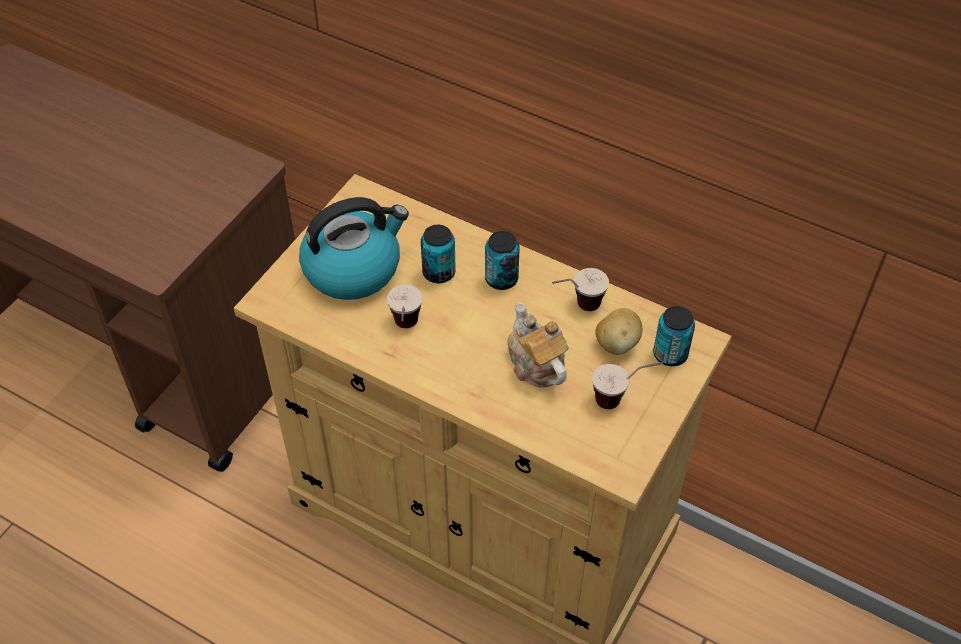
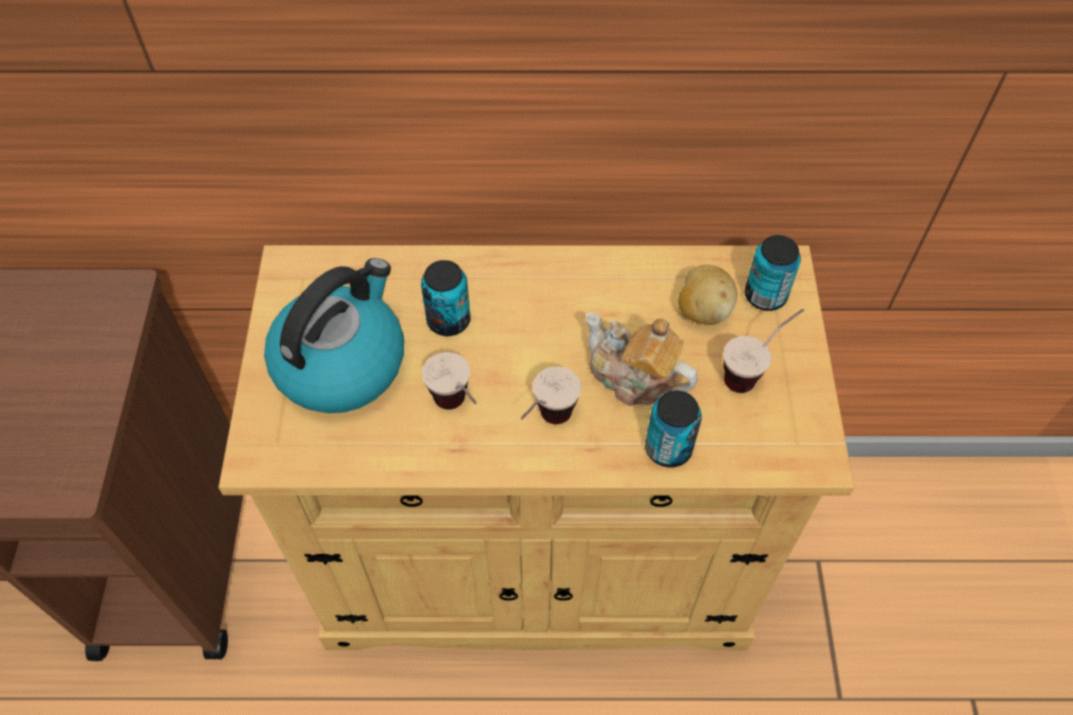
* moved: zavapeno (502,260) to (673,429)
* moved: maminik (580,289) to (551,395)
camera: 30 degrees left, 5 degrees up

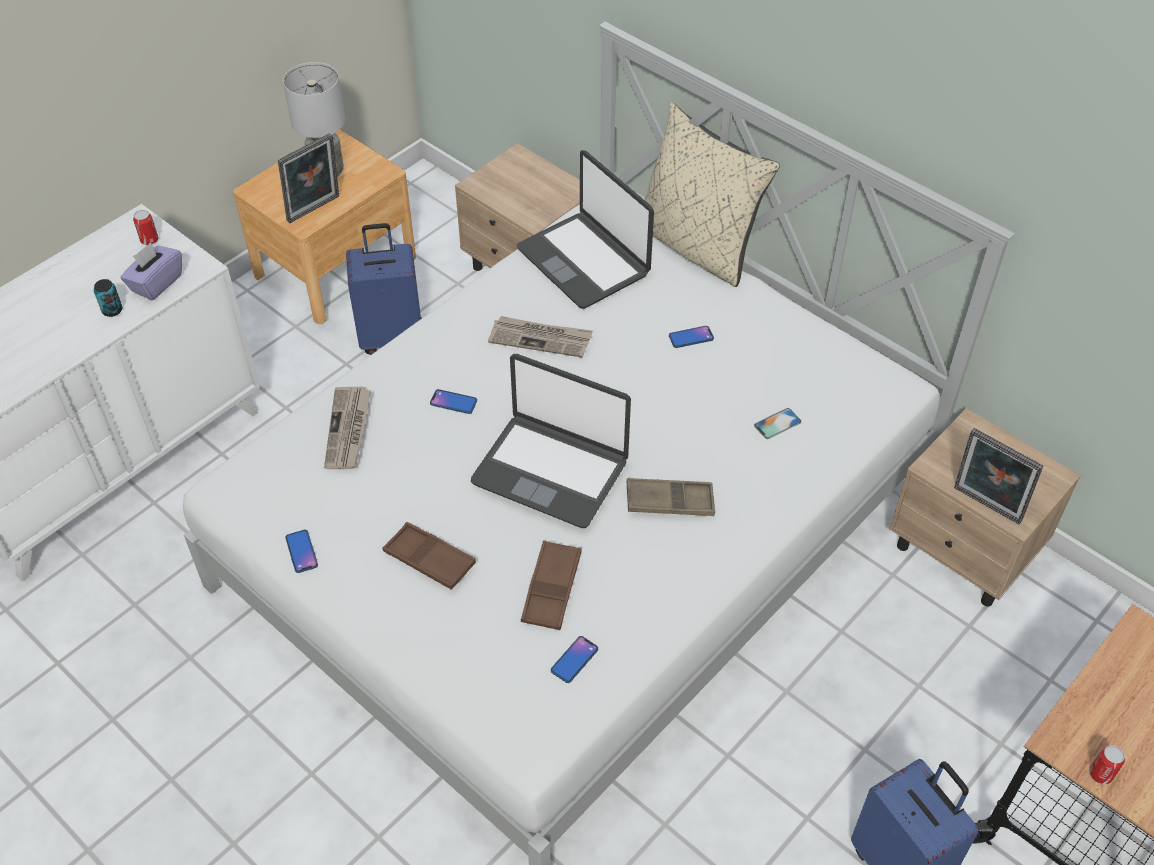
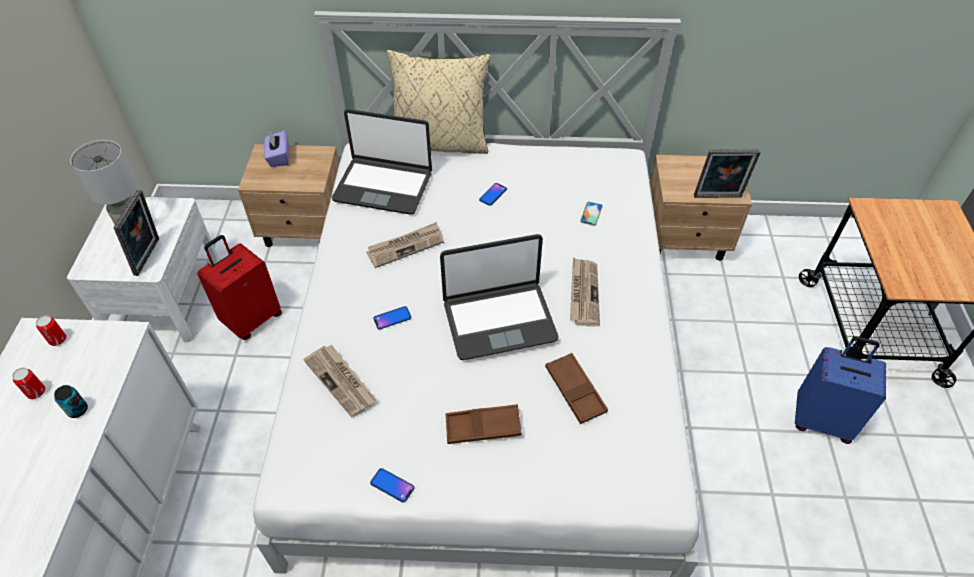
* moved: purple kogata (151,271) to (276,148)
* recoloured: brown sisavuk (324,227) to white sisavuk (143,269)
* recoloured: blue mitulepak (384,289) to red mitulepak (239,287)
* removed: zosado (574,659)
* replaced: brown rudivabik (671,497) to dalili (585,292)
* moved: zavapeno (1107,764) to (28,383)
camera: 40 degrees left, 0 degrees up

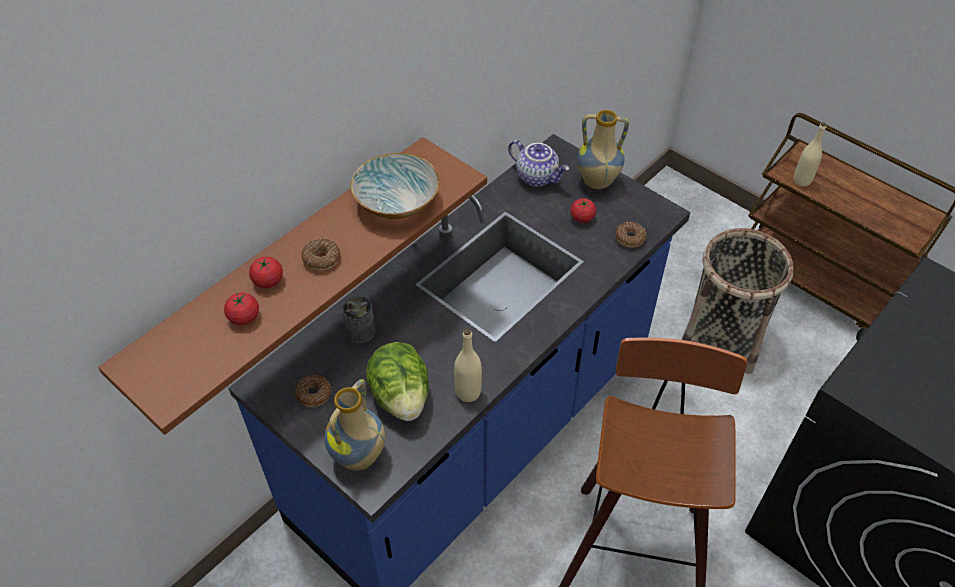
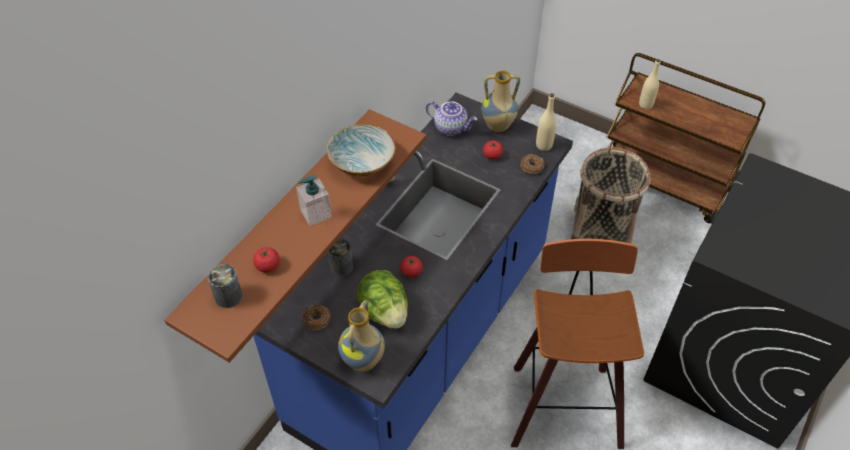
* moved: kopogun (266,272) to (411,267)
* replaced: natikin (321,255) to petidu (314,200)
* moved: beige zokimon (468,365) to (546,122)
* added: zavapeno (225,286)
camera: 10 degrees left, 0 degrees up

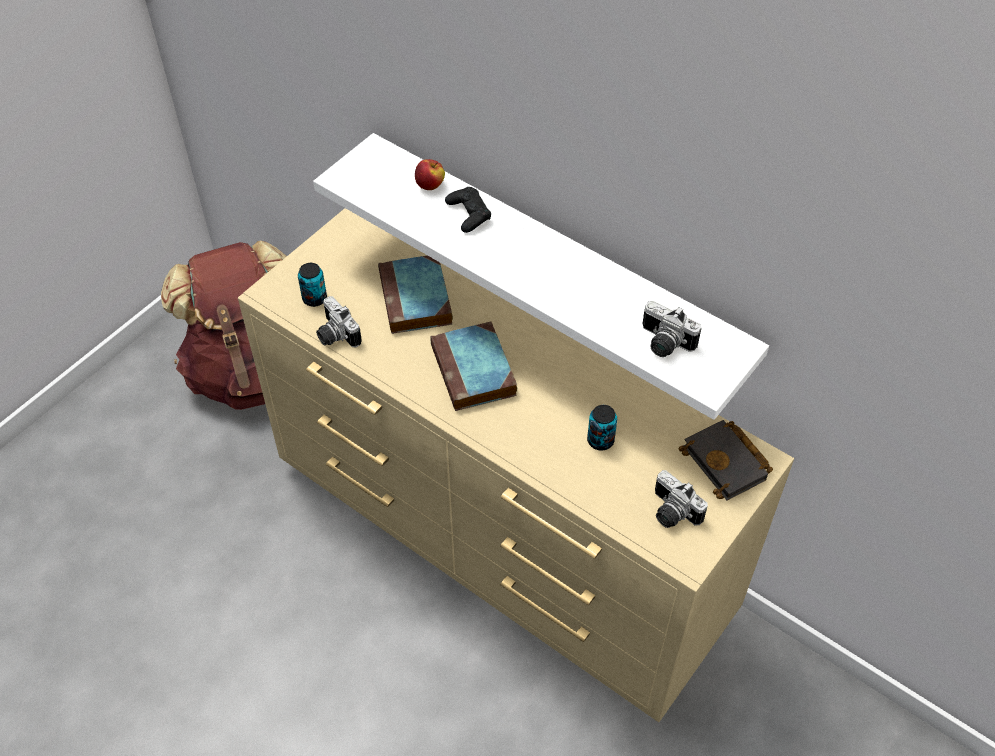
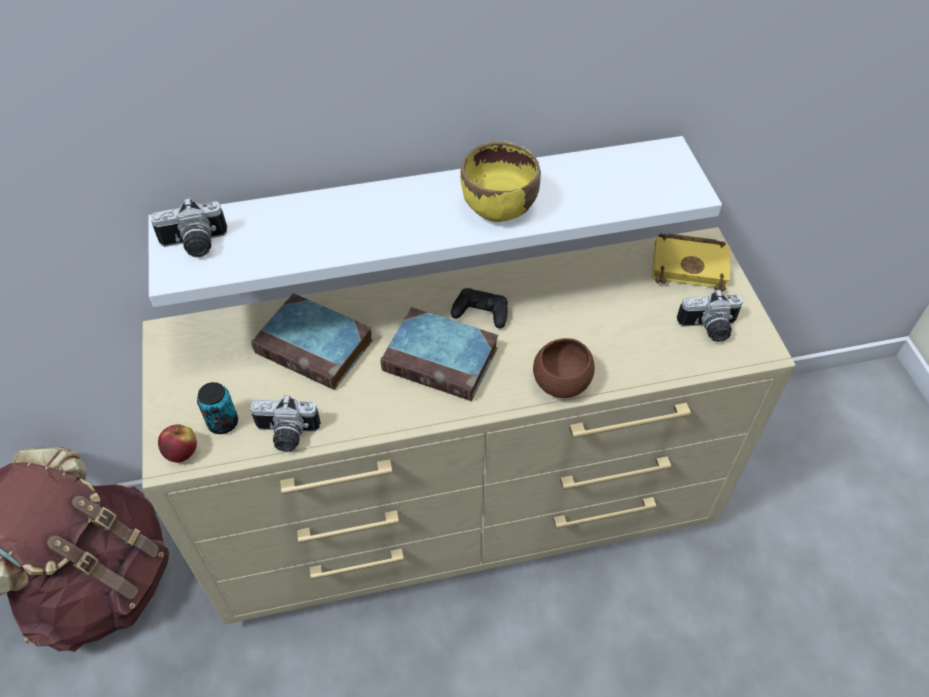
* moved: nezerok (430,174) to (177,443)
* moved: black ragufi (468,210) to (479,308)
* removed: zavapeno (602,428)
* moved: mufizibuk (672,329) to (189,227)
* recoloured: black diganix (726,460) to yellow diganix (691,262)
* added: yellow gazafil (500,181)
* added: brown gazafil (564,368)
camera: 50 degrees left, 0 degrees up

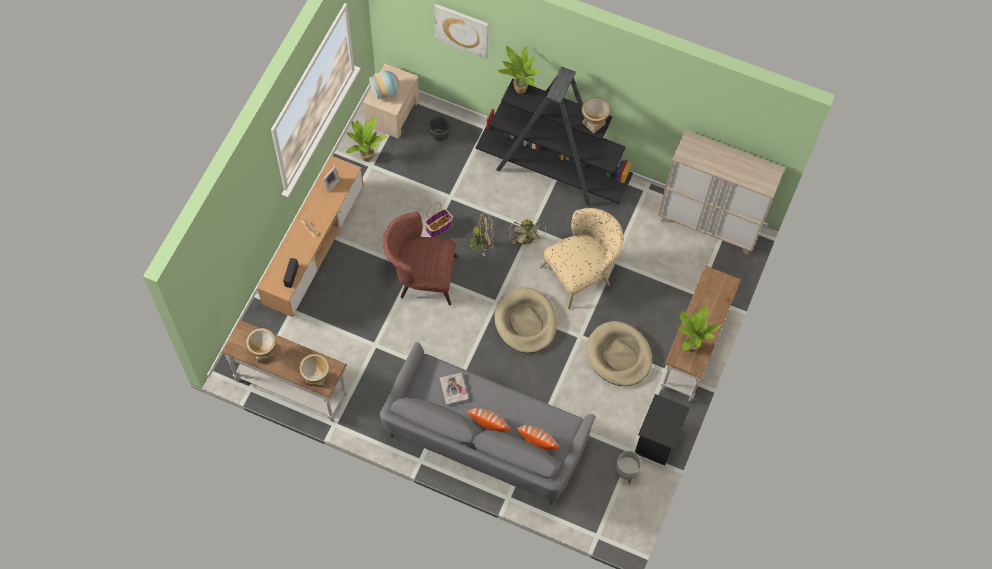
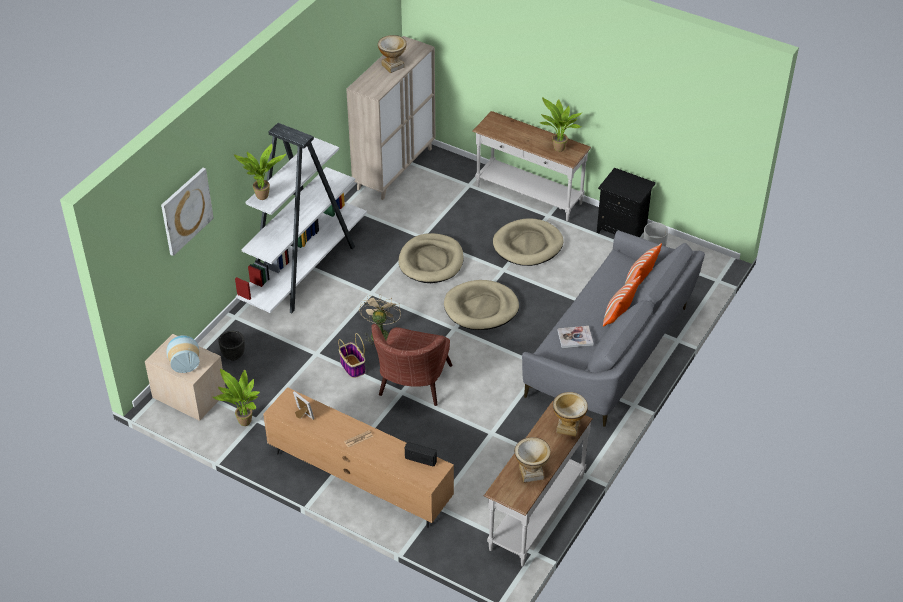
* recoloured: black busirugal (554,136) to white busirugal (301,218)
* removed: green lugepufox (527,232)
* replaced: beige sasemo (581,258) to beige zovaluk (431,258)
* moved: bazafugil (596,115) to (392,54)
camera: 80 degrees left, 20 degrees down

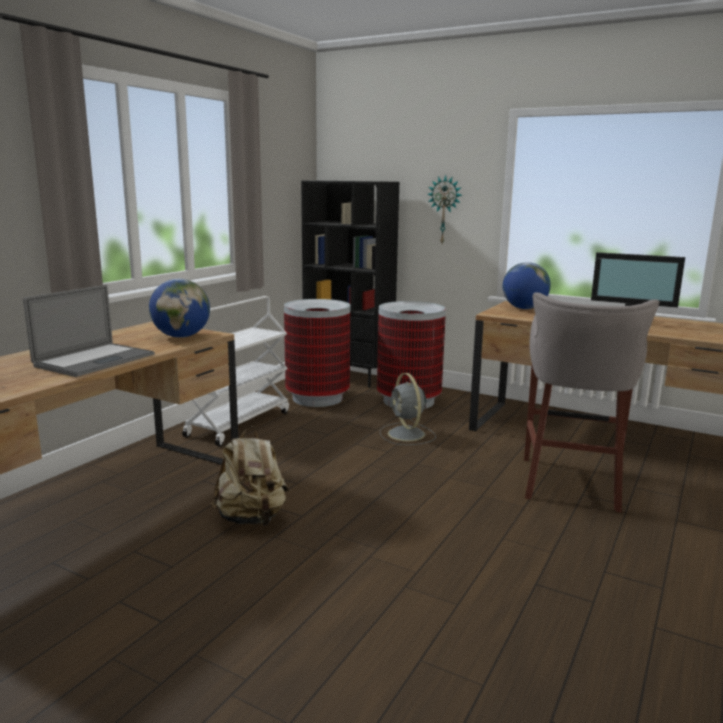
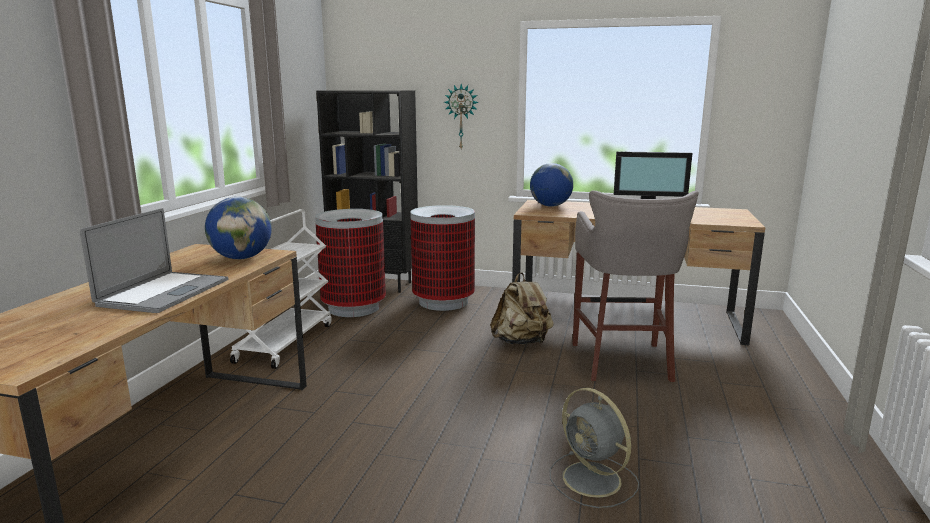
* moved: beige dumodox (249,476) to (522,308)
* moved: grey lugepufox (408,409) to (594,448)
camera: 15 degrees left, 0 degrees up

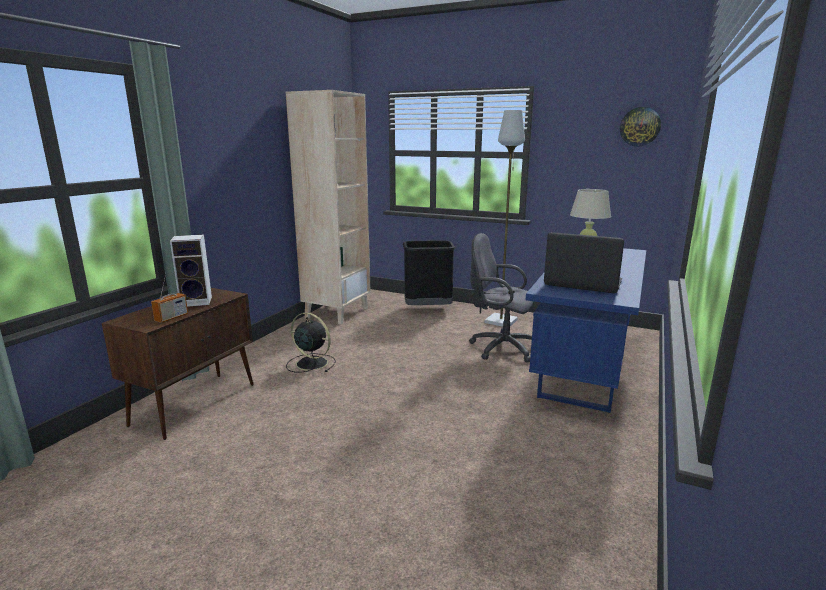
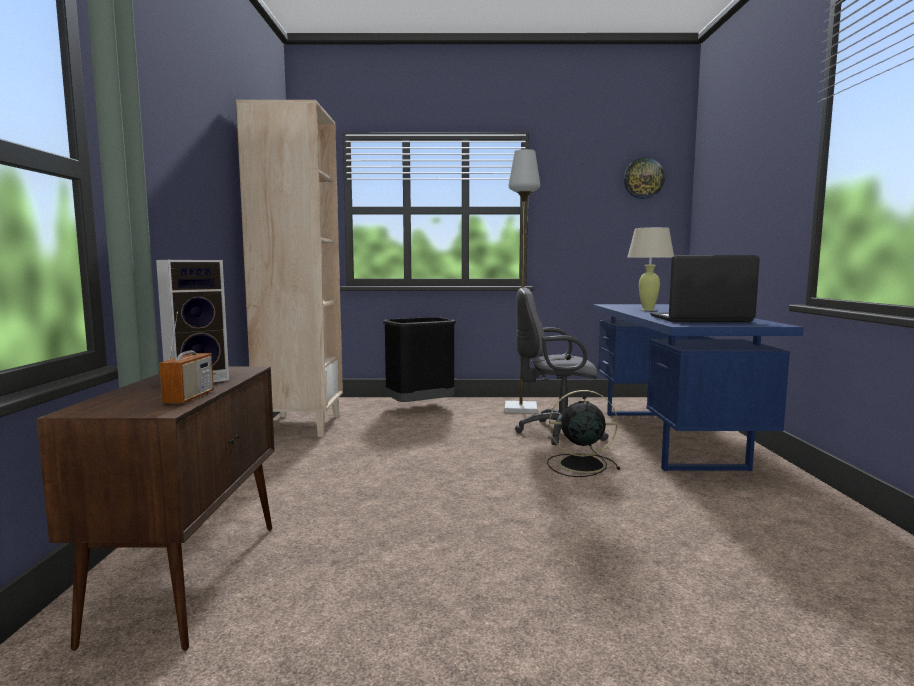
* moved: black lugepufox (311,342) to (583,433)
camera: 25 degrees left, 10 degrees down

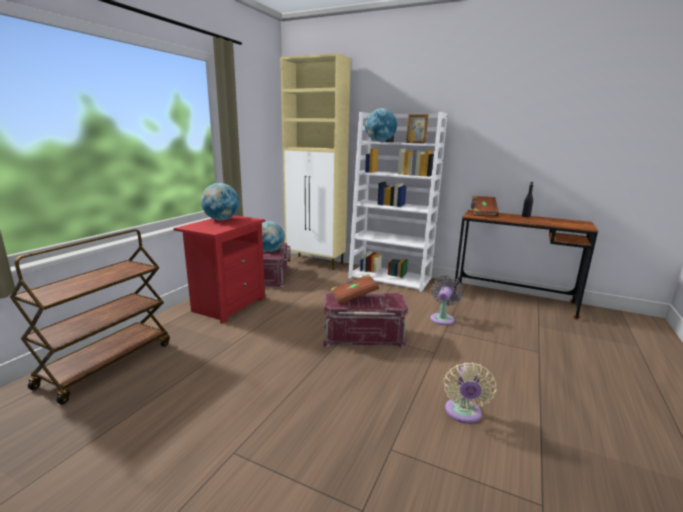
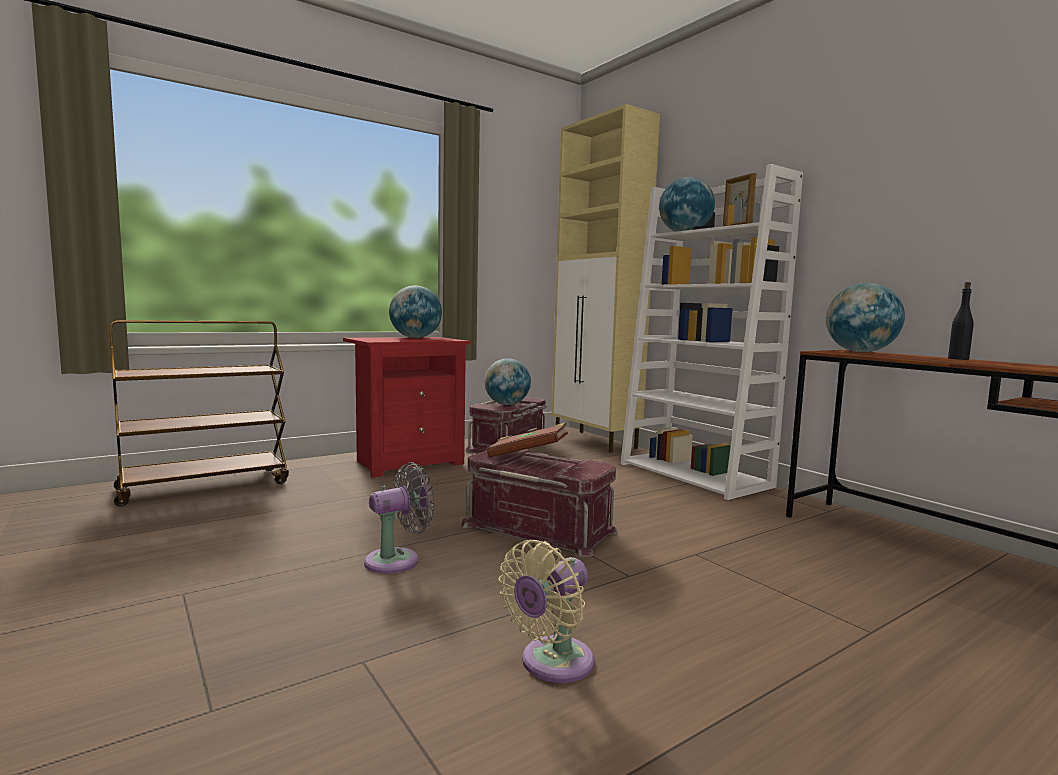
* moved: grey lugepufox (447,300) to (399,518)
* replaced: brown diganix (485,205) to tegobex (865,317)
camera: 30 degrees right, 10 degrees down

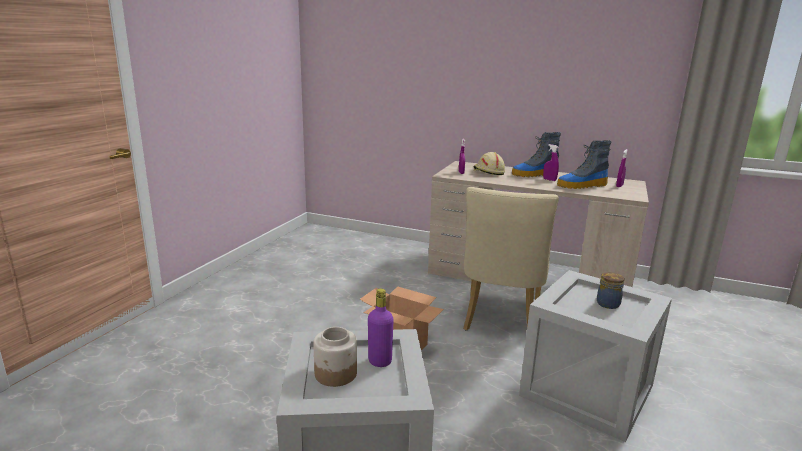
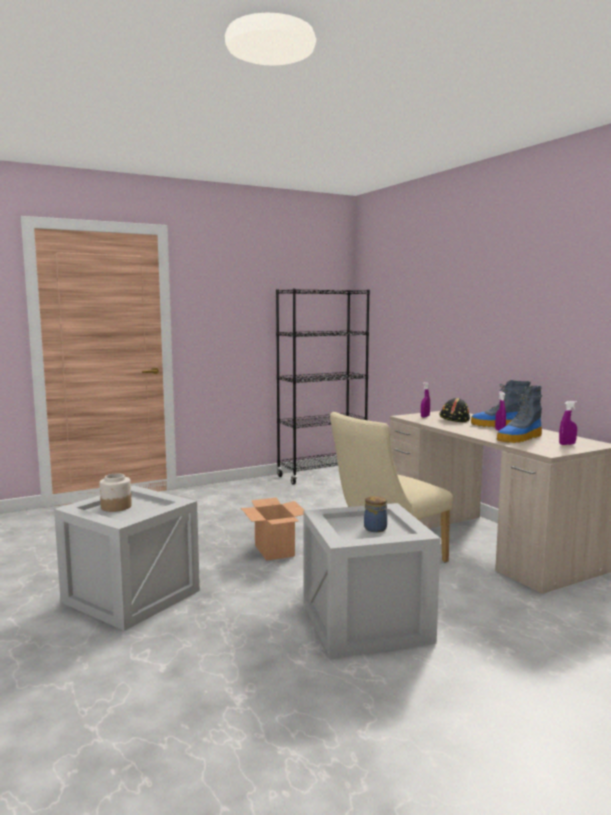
* removed: purple zokimon (381,328)
* recoloured: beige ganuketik (489,163) to black ganuketik (454,410)
* turned: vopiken (584,164) = (519,414) 60 degrees counterclockwise
* added: black busirugal (323,387)
camera: 40 degrees right, 10 degrees down

